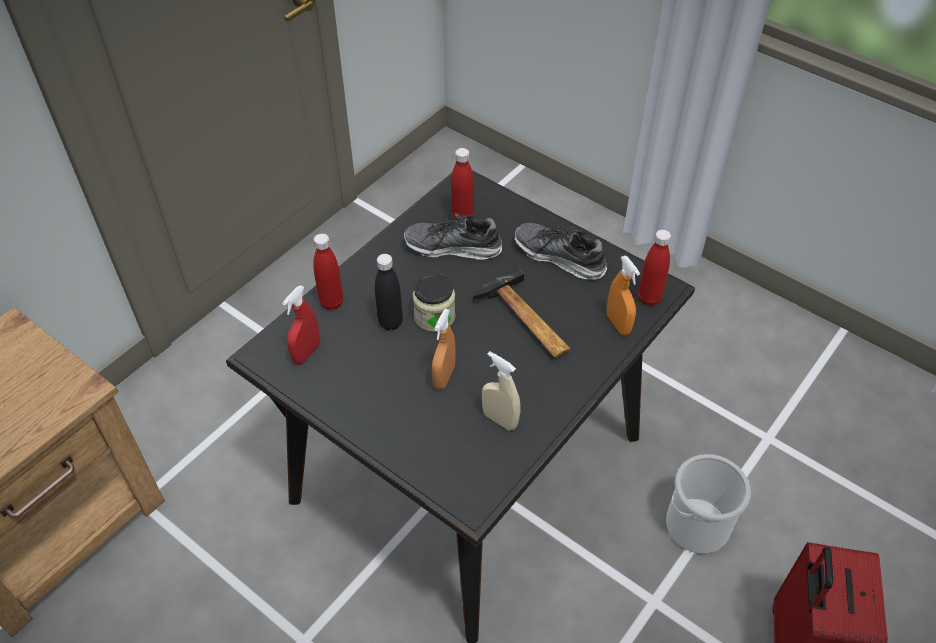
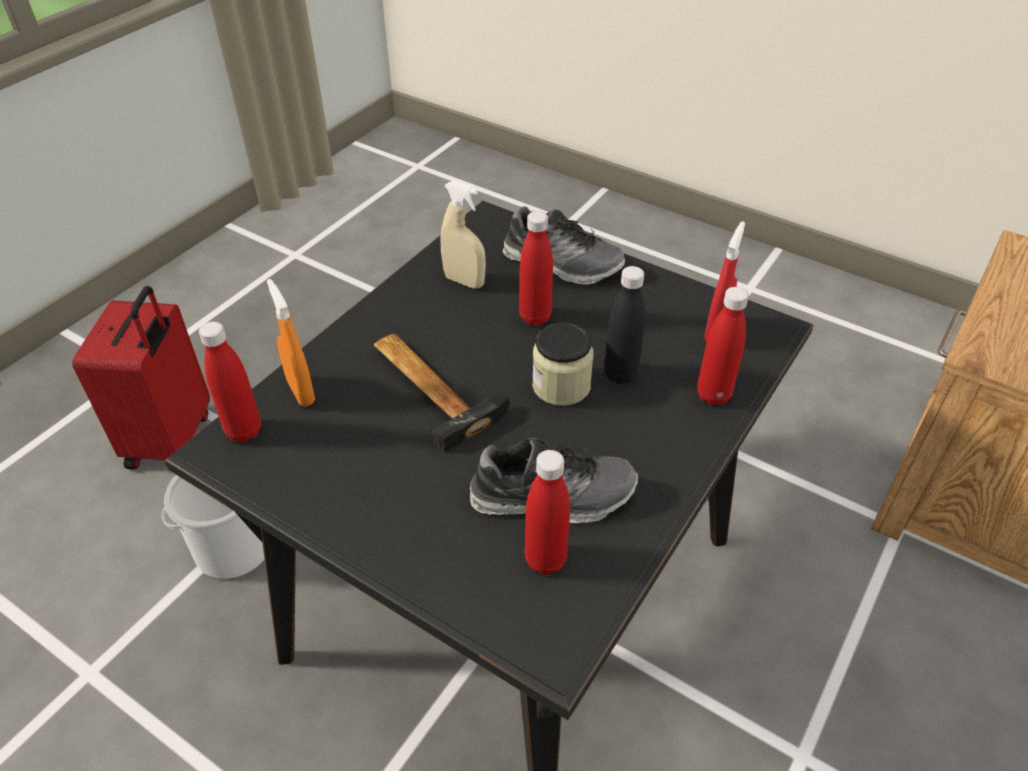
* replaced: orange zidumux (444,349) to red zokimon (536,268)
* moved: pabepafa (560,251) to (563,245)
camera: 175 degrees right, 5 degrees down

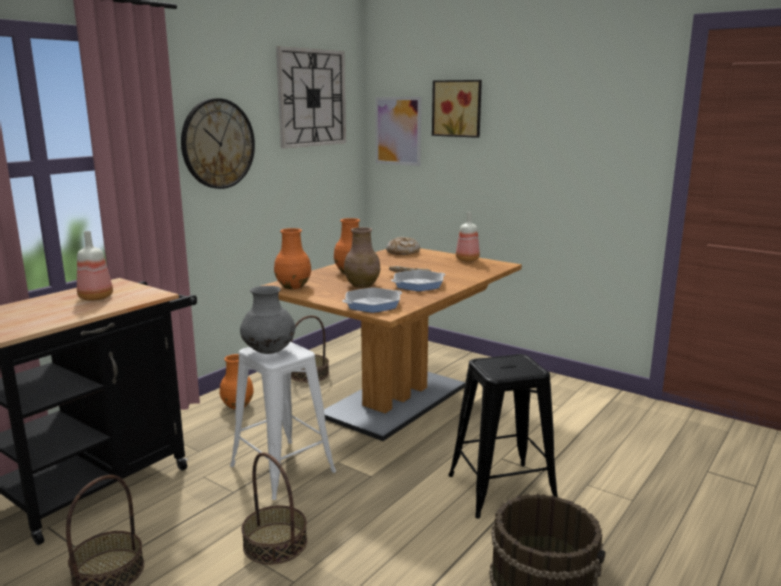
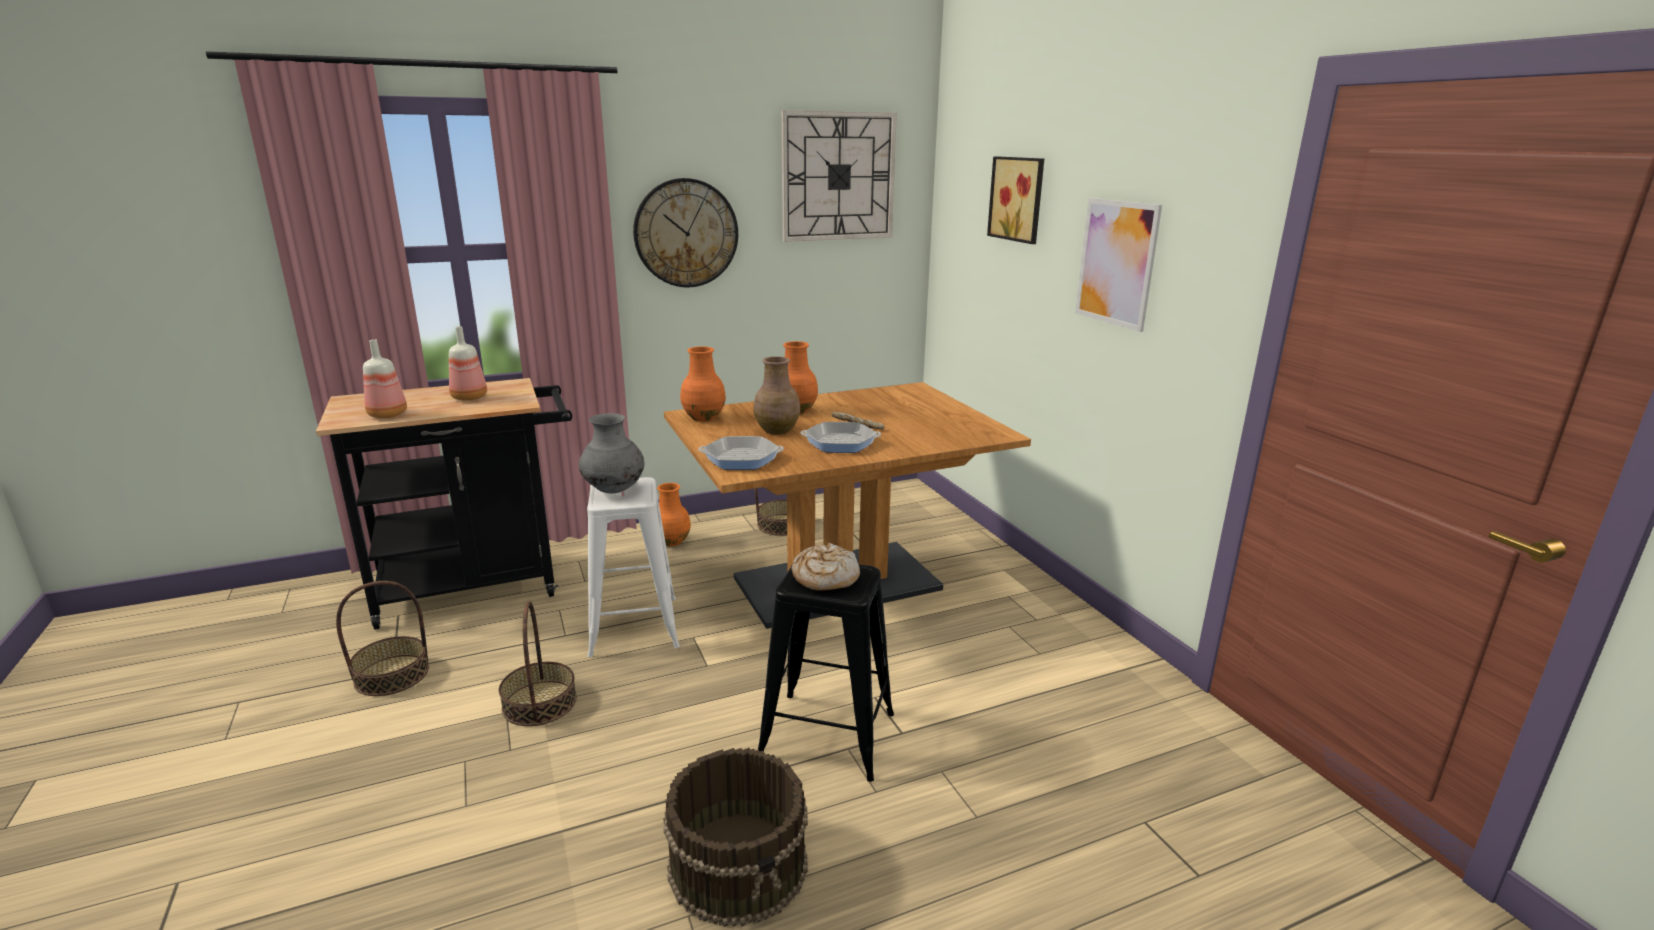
* moved: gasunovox (398,131) to (1118,265)
* moved: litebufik (403,246) to (826,566)
* moved: zokimon (468,236) to (385,378)
camera: 30 degrees right, 5 degrees up

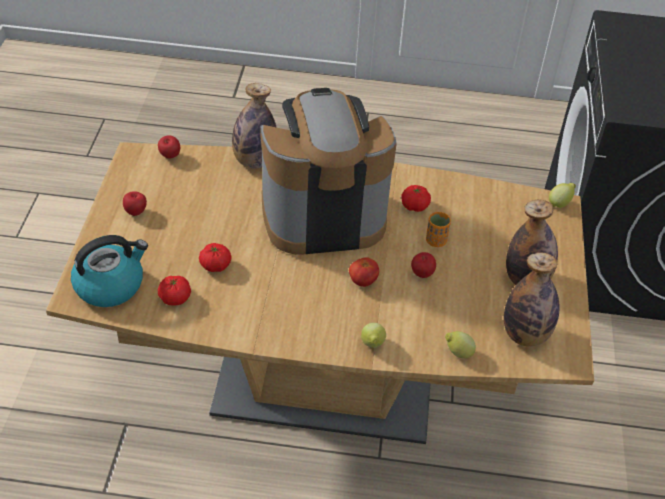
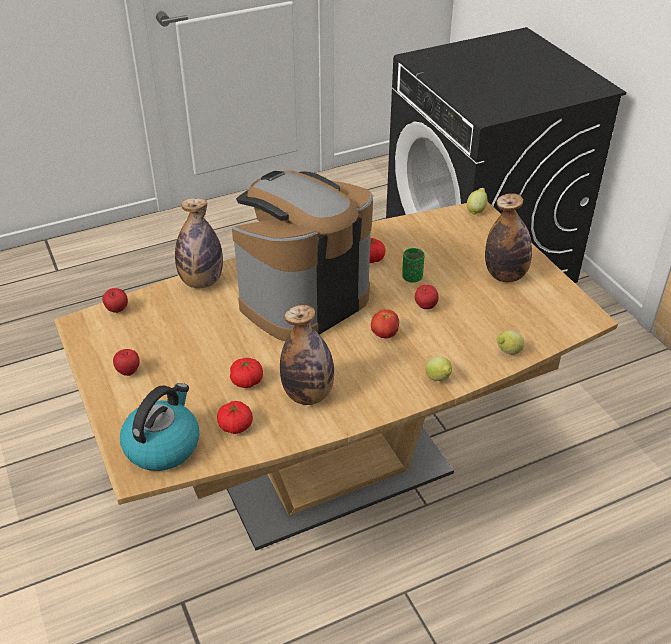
* recoloured: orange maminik (438,229) to green maminik (413,265)
* moved: zokimon (532,299) to (307,355)
camera: 30 degrees left, 5 degrees down

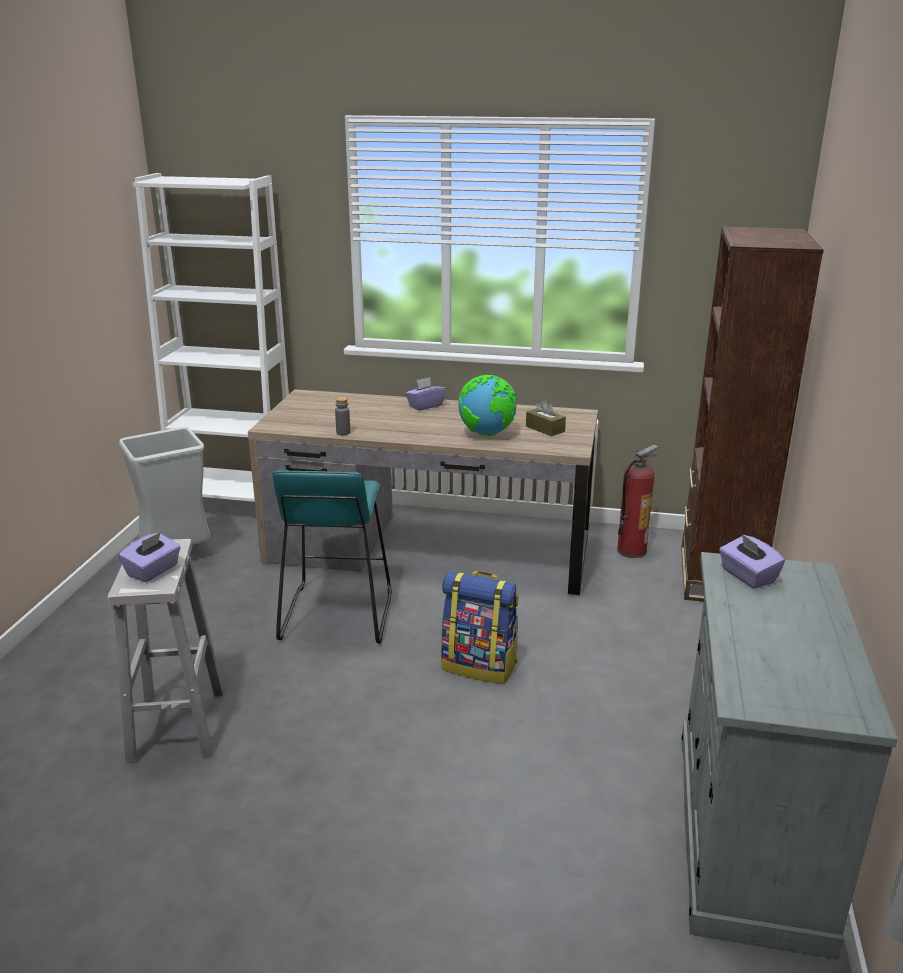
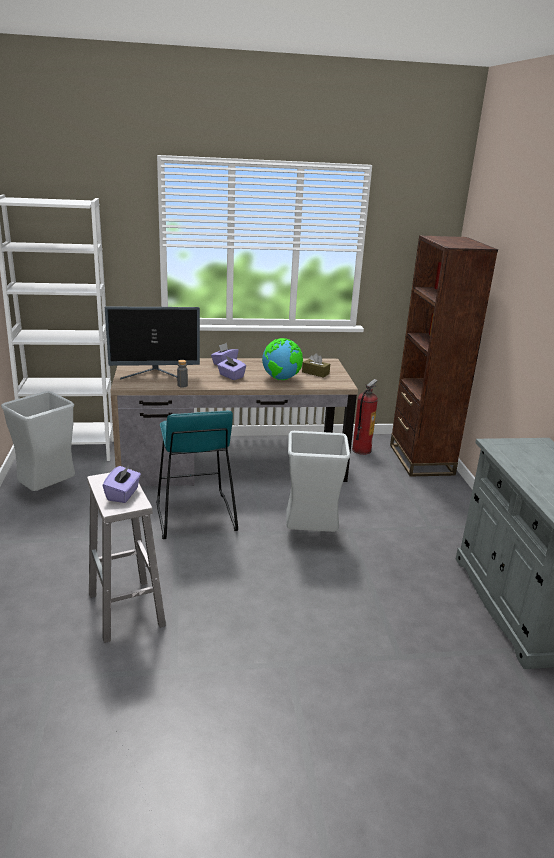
* replaced: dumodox (479,627) to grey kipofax (318,481)
* moved: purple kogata (752,561) to (231,368)
* added: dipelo (152,343)
camera: 20 degrees left, 0 degrees up

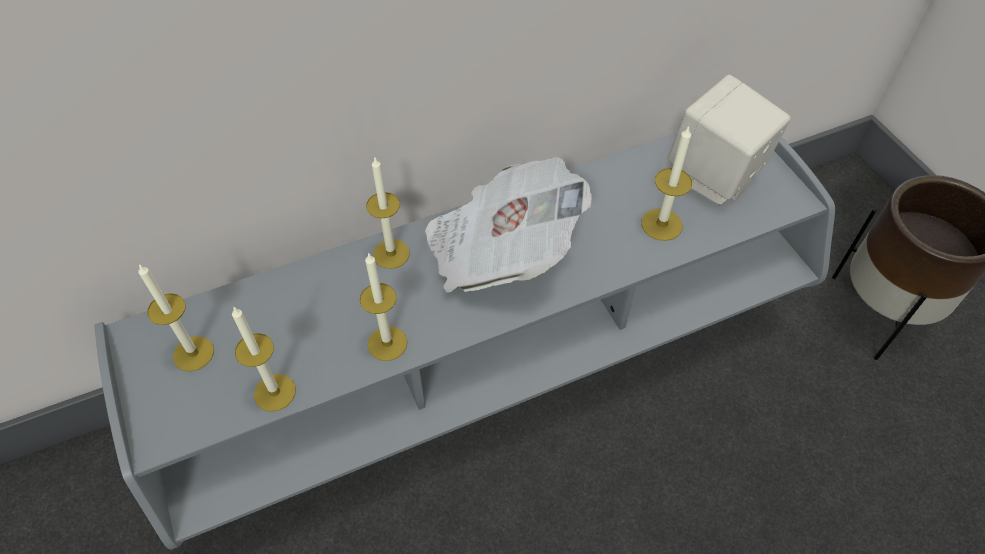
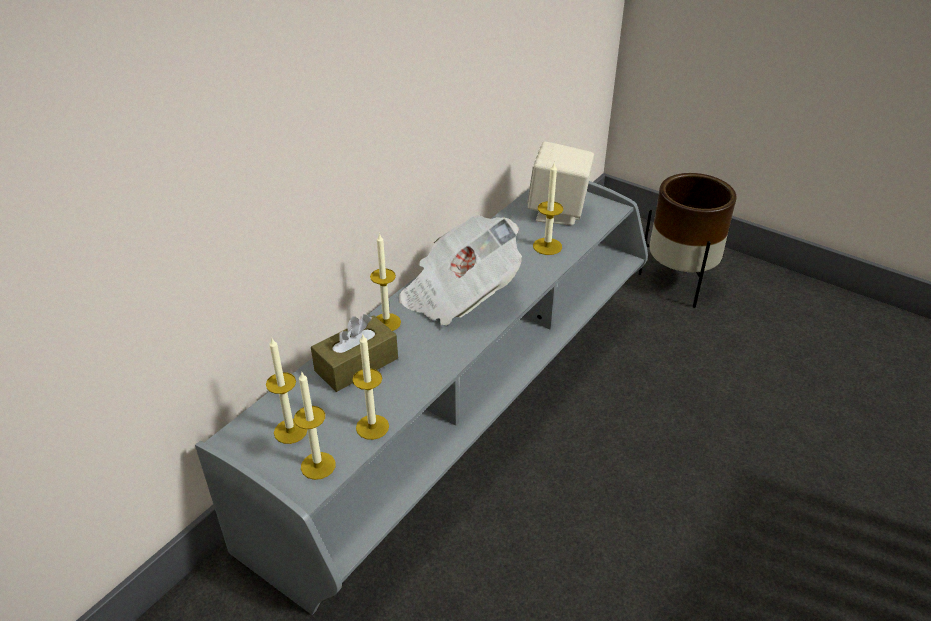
* moved: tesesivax (383,307) to (315,425)
* added: brown kogata (354,353)
camera: 30 degrees left, 15 degrees down

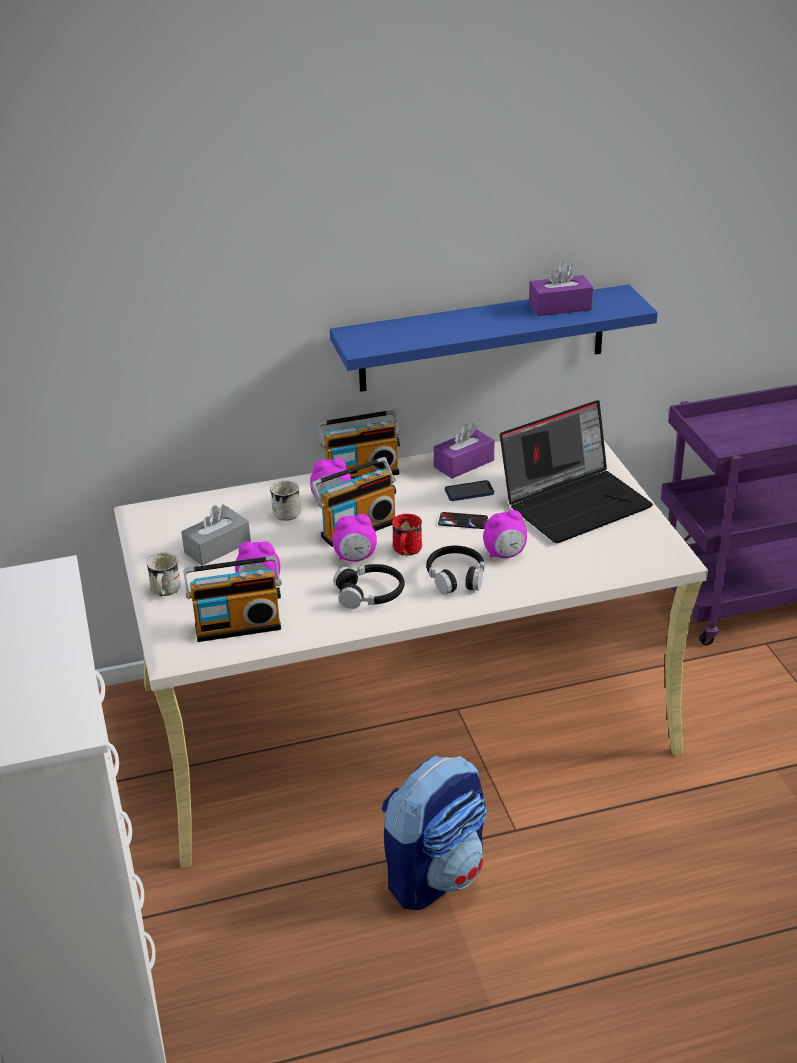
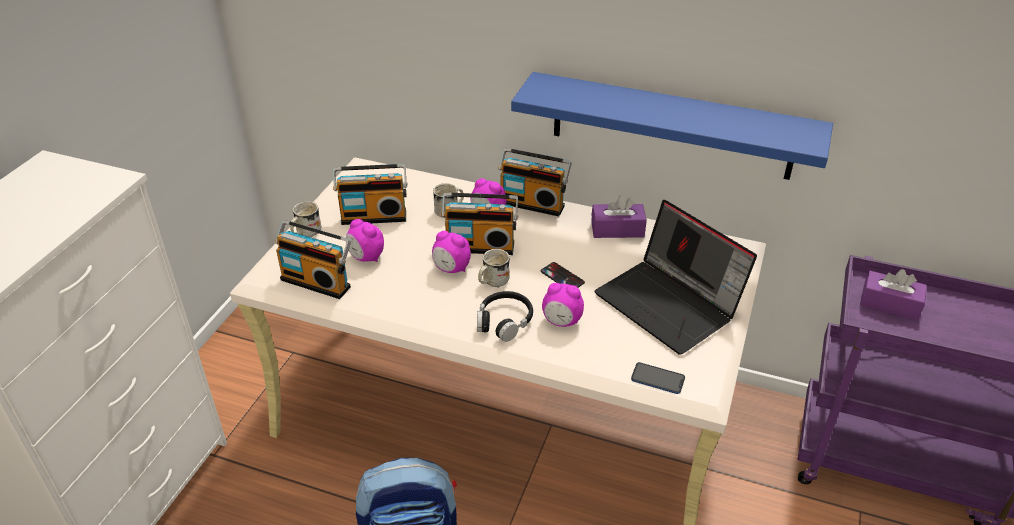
* replaced: grey kogata (216,535) to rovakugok (370,194)
* removed: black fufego (368,586)
* recoloured: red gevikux (407,535) to white gevikux (494,268)
* moved: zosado (469,490) to (658,378)
* turned: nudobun (576,471) = (675,277) 45 degrees clockwise
* moved: purple kogata (561,289) to (893,294)
camera: 35 degrees right, 5 degrees up

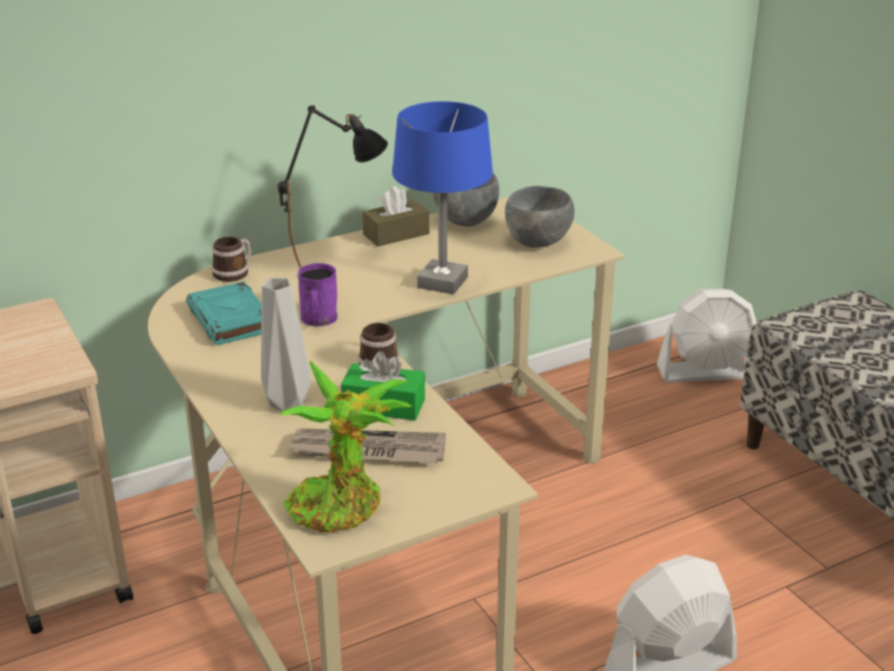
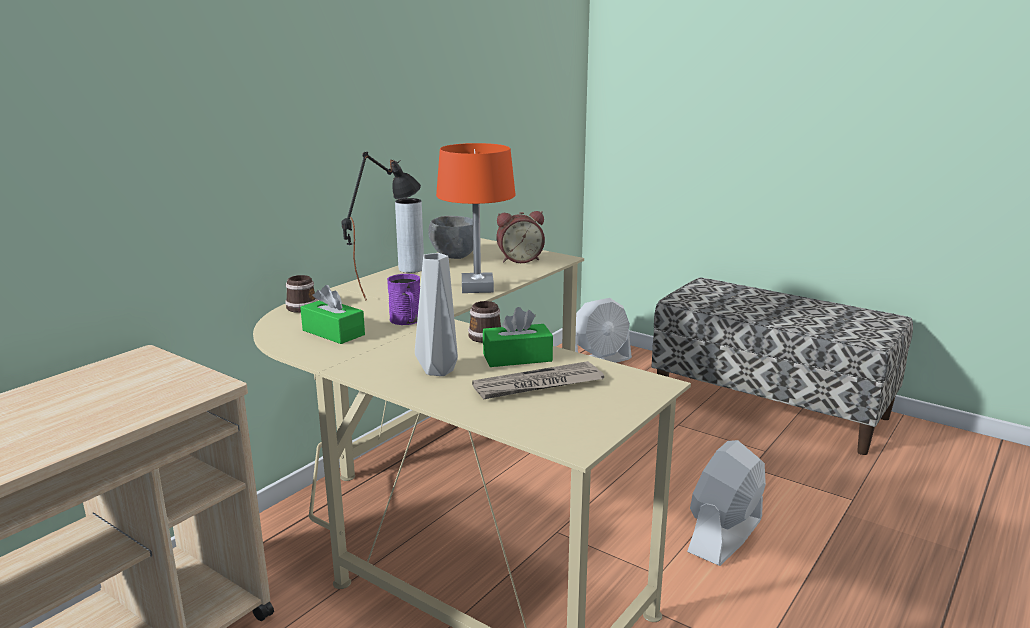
* replaced: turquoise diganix (224,313) to green kogata (332,314)
* removed: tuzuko (346,447)
* replaced: brown kogata (395,216) to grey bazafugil (409,235)
* recoloured: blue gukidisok (442,197) to orange gukidisok (475,218)
* replaced: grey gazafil (539,217) to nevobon (521,237)
camera: 25 degrees left, 10 degrees down

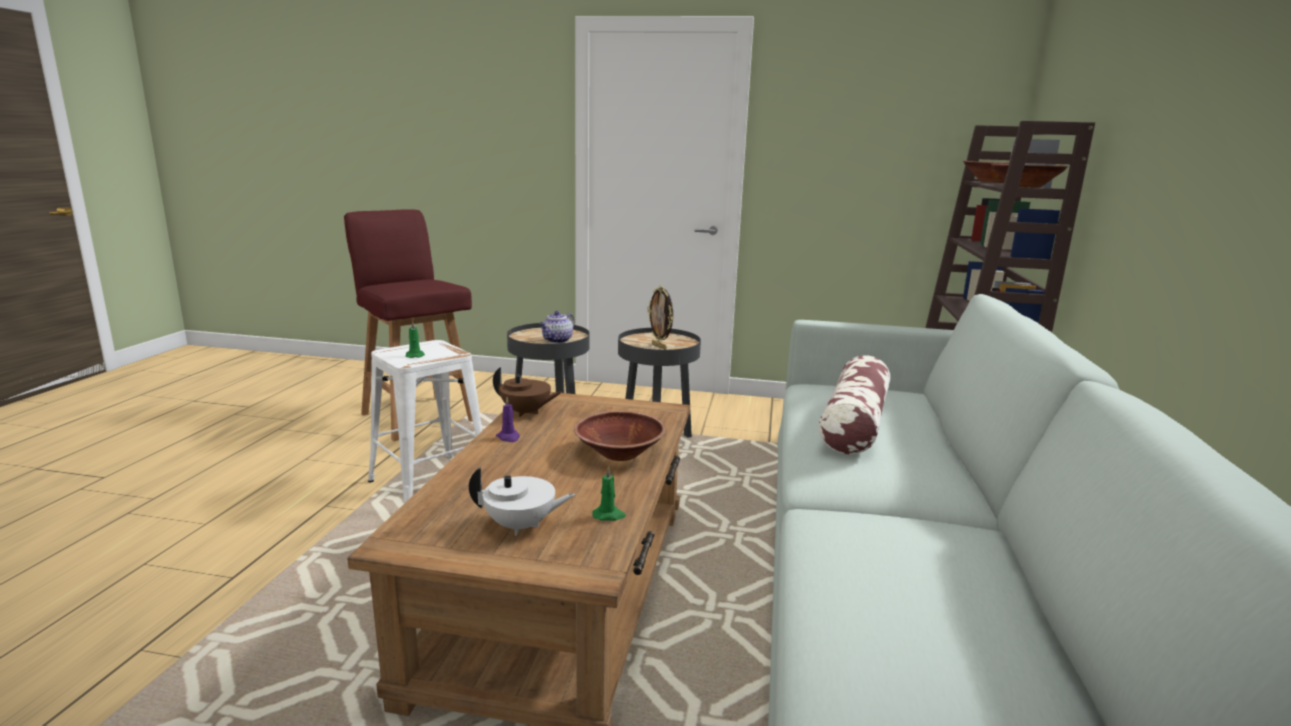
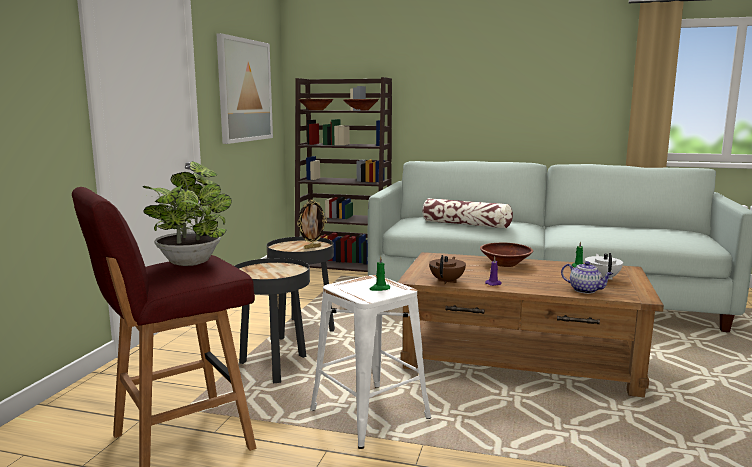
* moved: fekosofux (556,327) to (587,277)
* added: tuzuko (187,213)
* added: gasunovox (244,88)
camera: 85 degrees left, 5 degrees down

